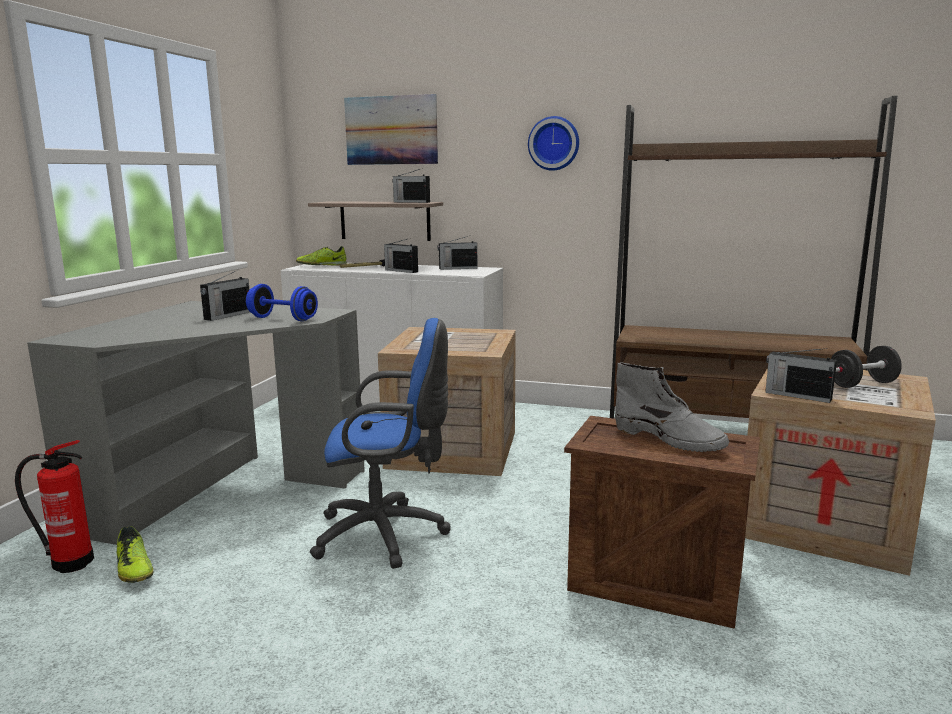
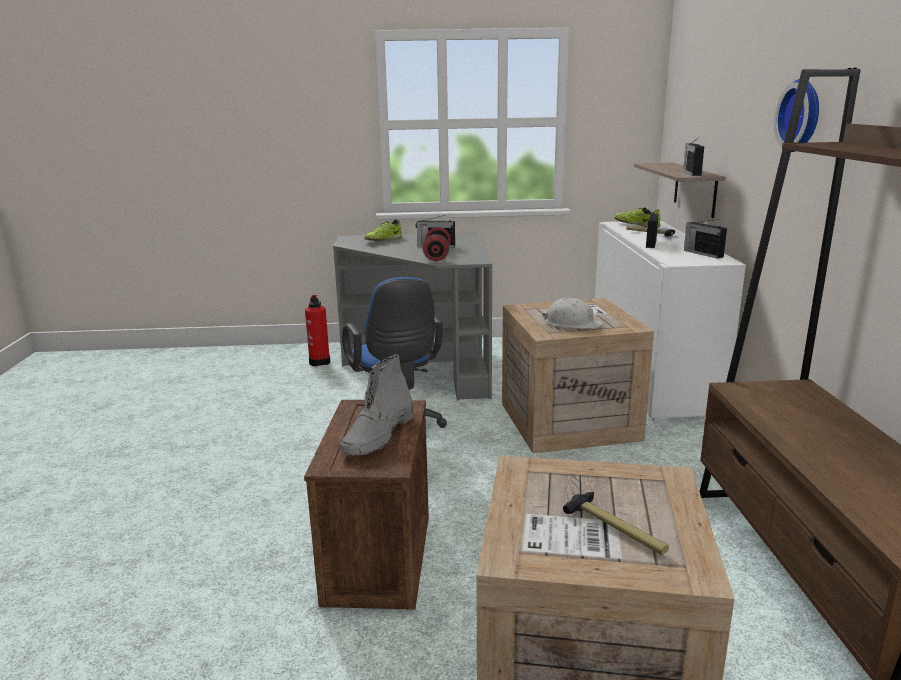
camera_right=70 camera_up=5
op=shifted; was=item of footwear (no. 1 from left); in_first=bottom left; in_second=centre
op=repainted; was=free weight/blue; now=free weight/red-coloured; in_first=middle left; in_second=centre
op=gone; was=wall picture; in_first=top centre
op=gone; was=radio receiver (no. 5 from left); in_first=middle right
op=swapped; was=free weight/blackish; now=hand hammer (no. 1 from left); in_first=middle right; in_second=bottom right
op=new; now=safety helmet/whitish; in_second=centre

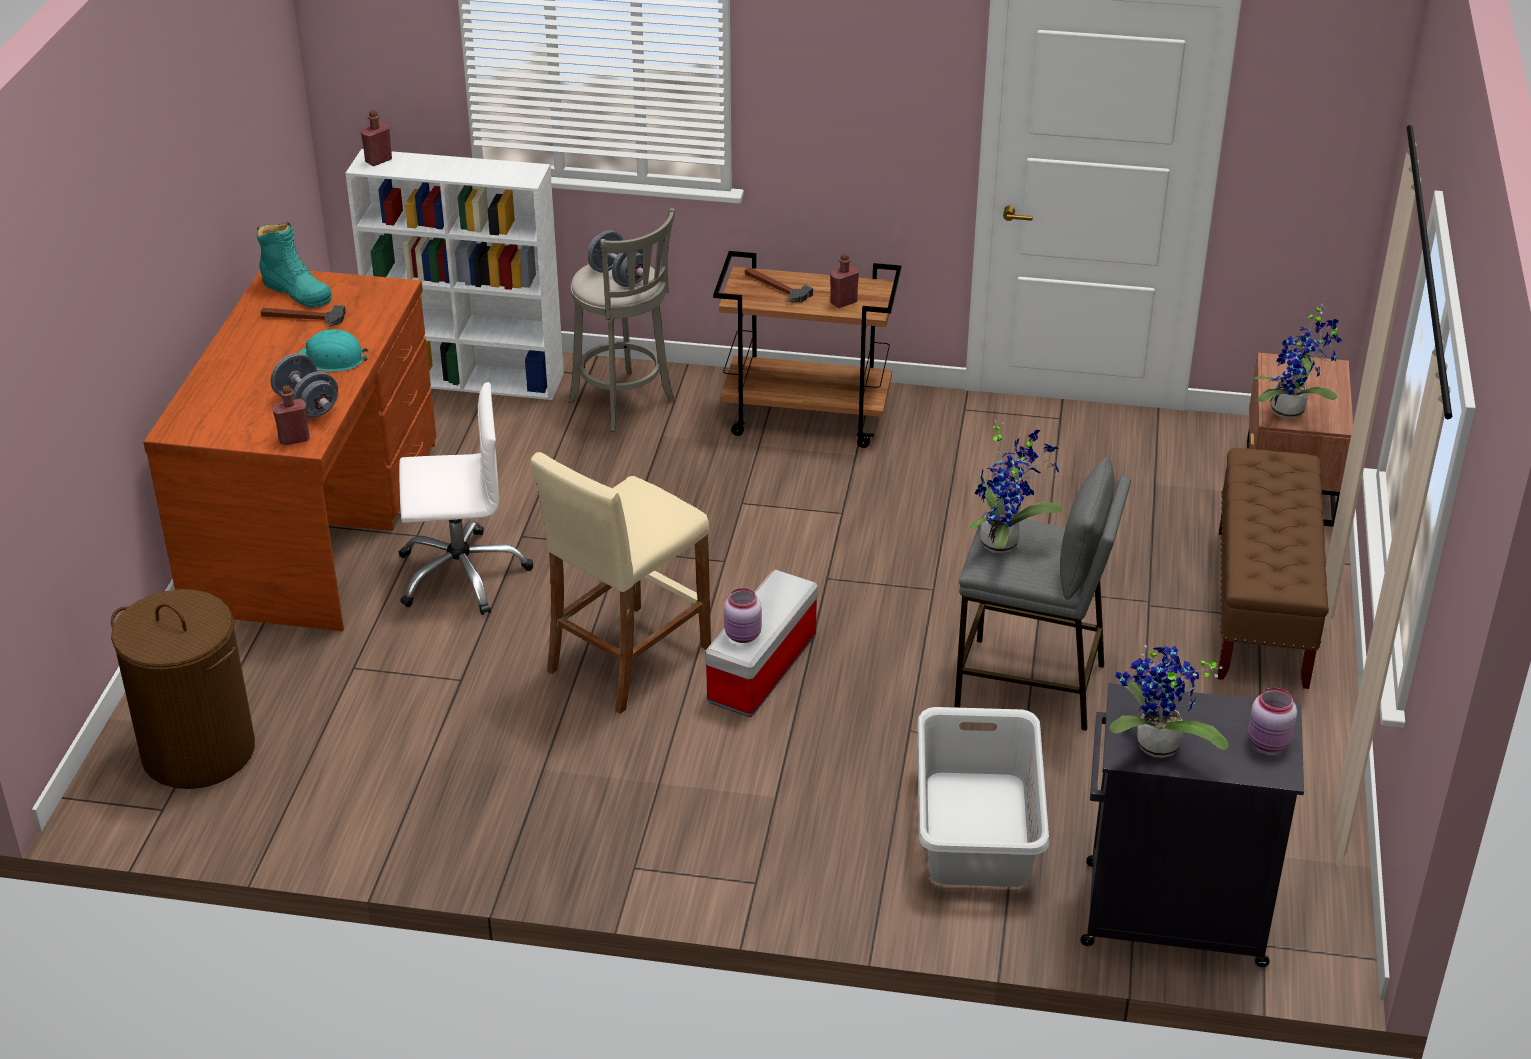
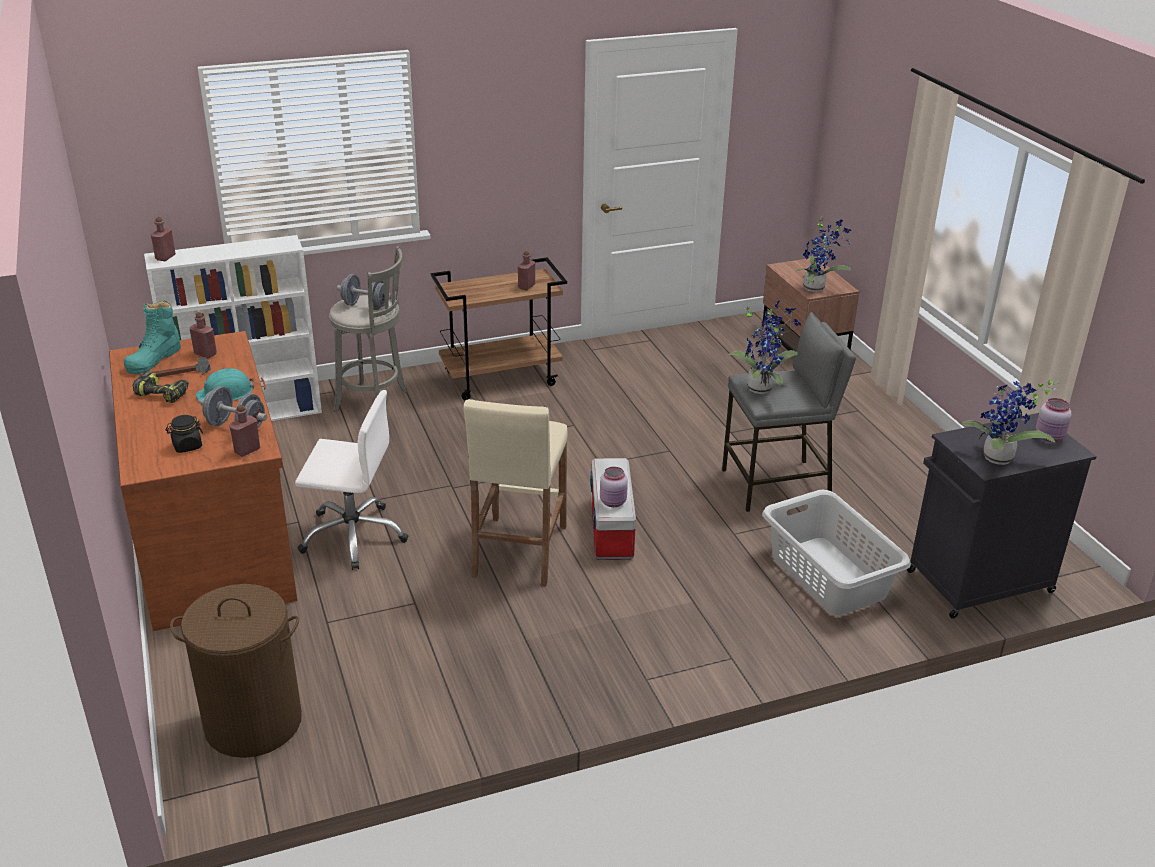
camera_right=-30 camera_up=-5
op=rotated; was=high-top boot/turquoise; in_first=top left; in_second=middle left; clockwise=105
op=rotated; was=computer chair/whitish; in_first=middle left; in_second=middle left; clockwise=45
op=gone; was=hand hammer (no. 2 from left); in_first=top centre
op=gone; was=indoor bench/brown; in_first=middle right
op=new; now=drill; in_second=middle left
op=new; now=jar/blackish; in_second=middle left
op=new; now=drink bottle/red-coloured (no. 2 from left); in_second=middle left

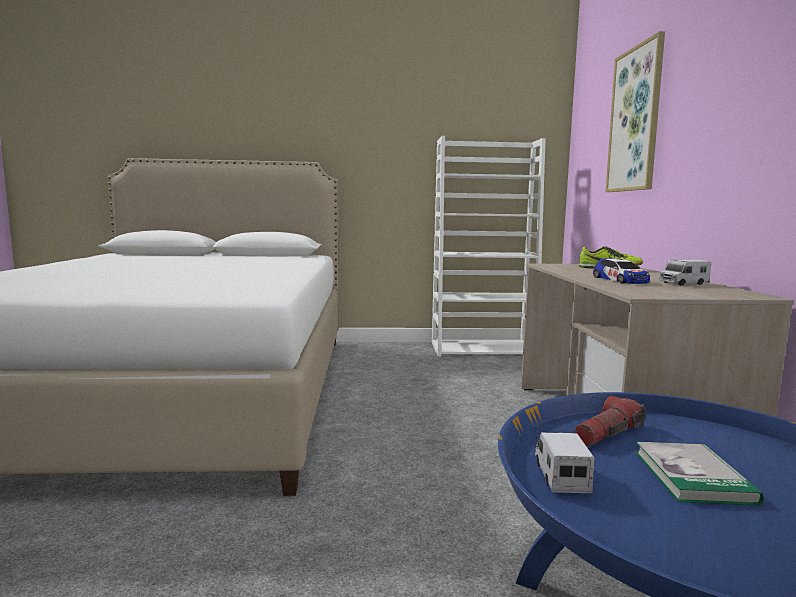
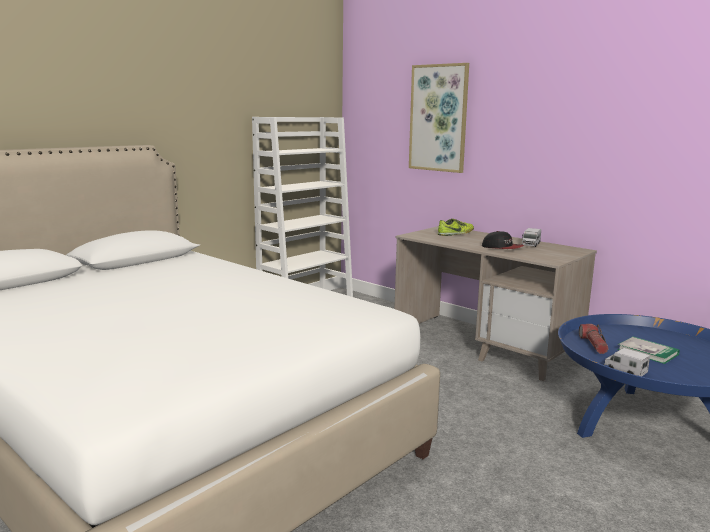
camera_right=-45 camera_up=5
op=swapped; was=toy car; now=baseball cap; in_first=middle right; in_second=middle right

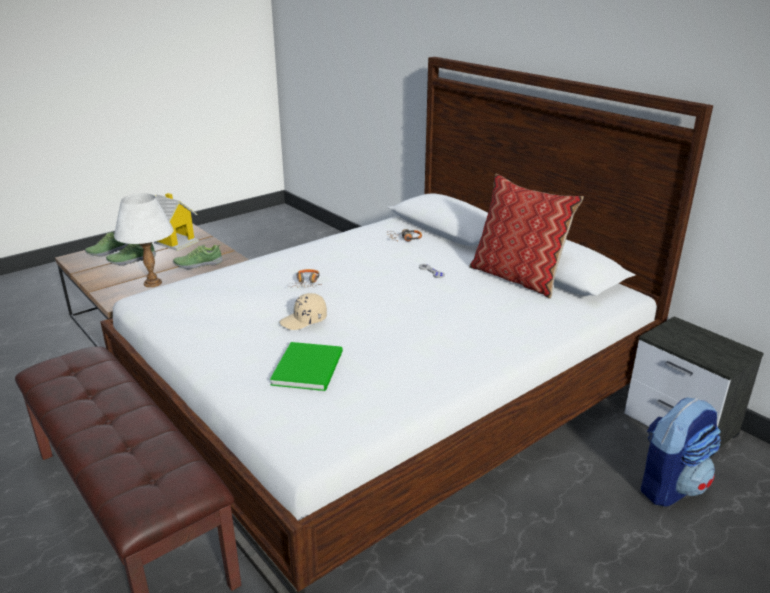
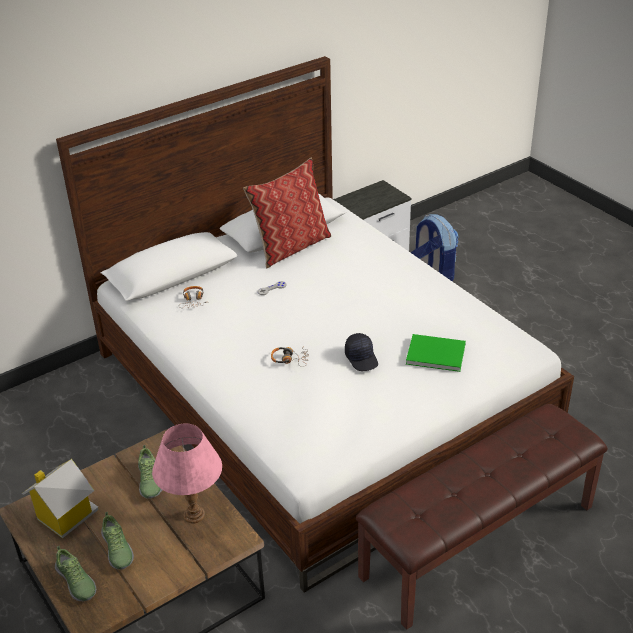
camera_right=-85 camera_up=10
op=repainted; was=table lamp/whitish; now=table lamp/pink; in_first=middle left; in_second=bottom left
op=repainted; was=baseball cap/sand-coloured; now=baseball cap/blackish; in_first=centre; in_second=centre

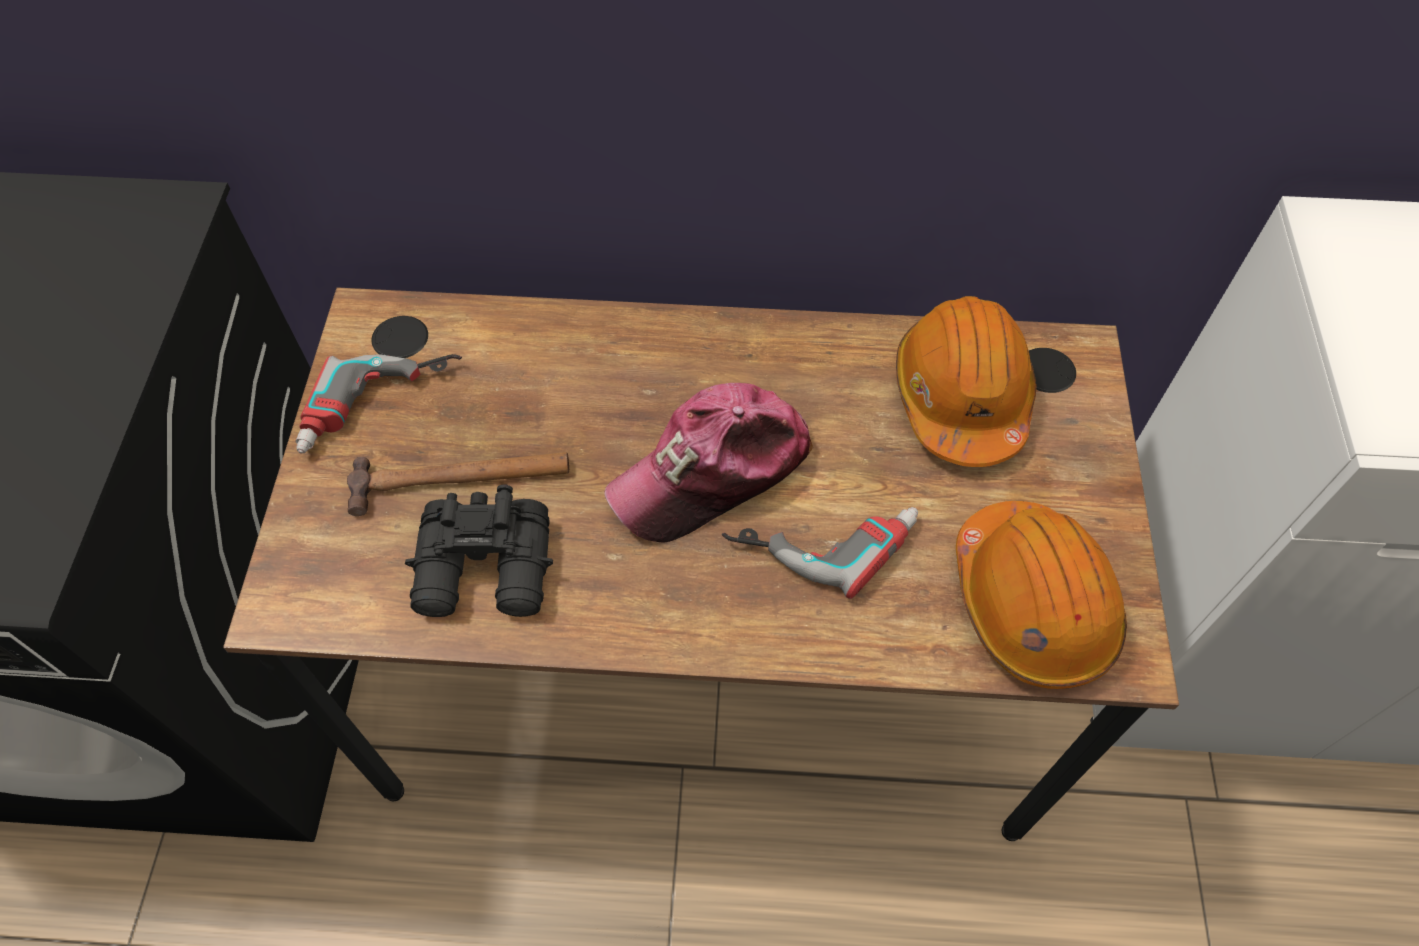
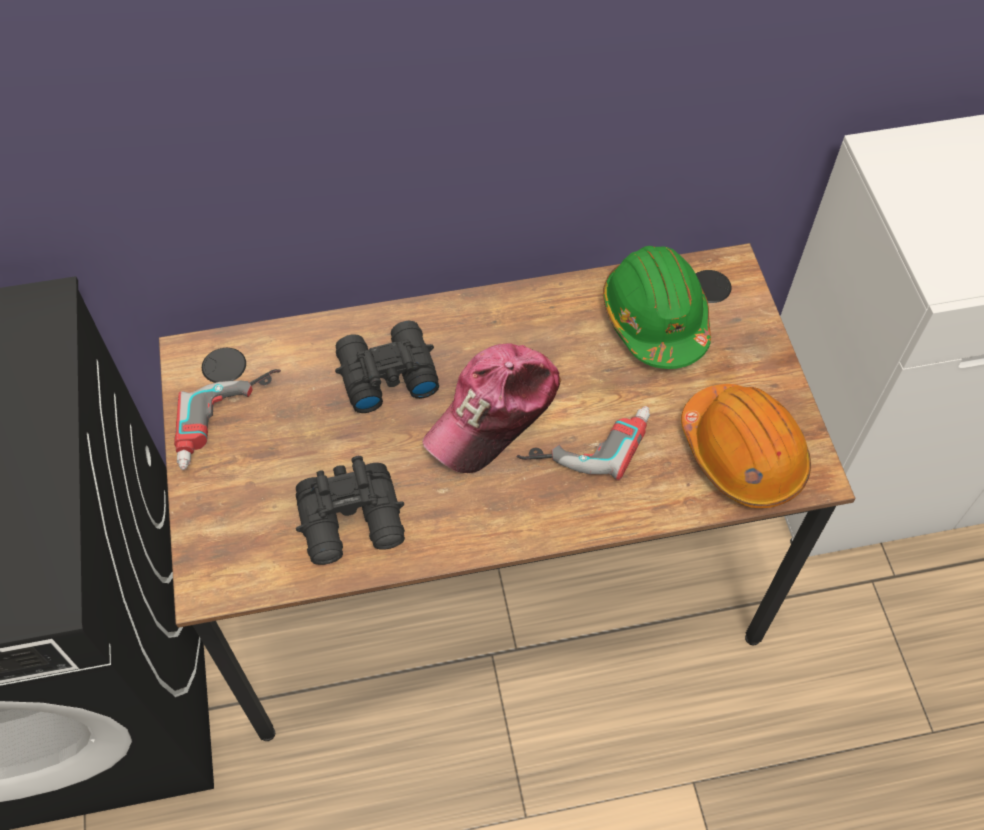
camera_right=-15 camera_up=0
op=gone; was=hand hammer; in_first=middle left
op=repainted; was=safety helmet/orangey (no. 1 from left); now=safety helmet/greenish; in_first=middle right; in_second=middle right
op=new; now=field glasses/blackish (no. 2 from left); in_second=centre

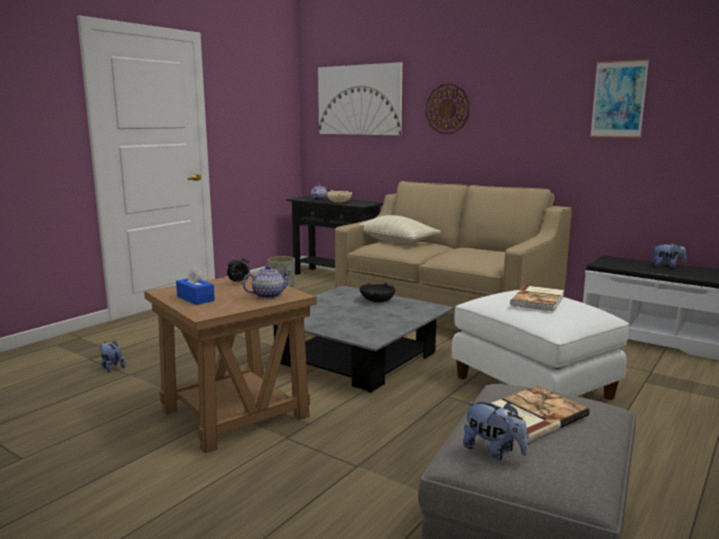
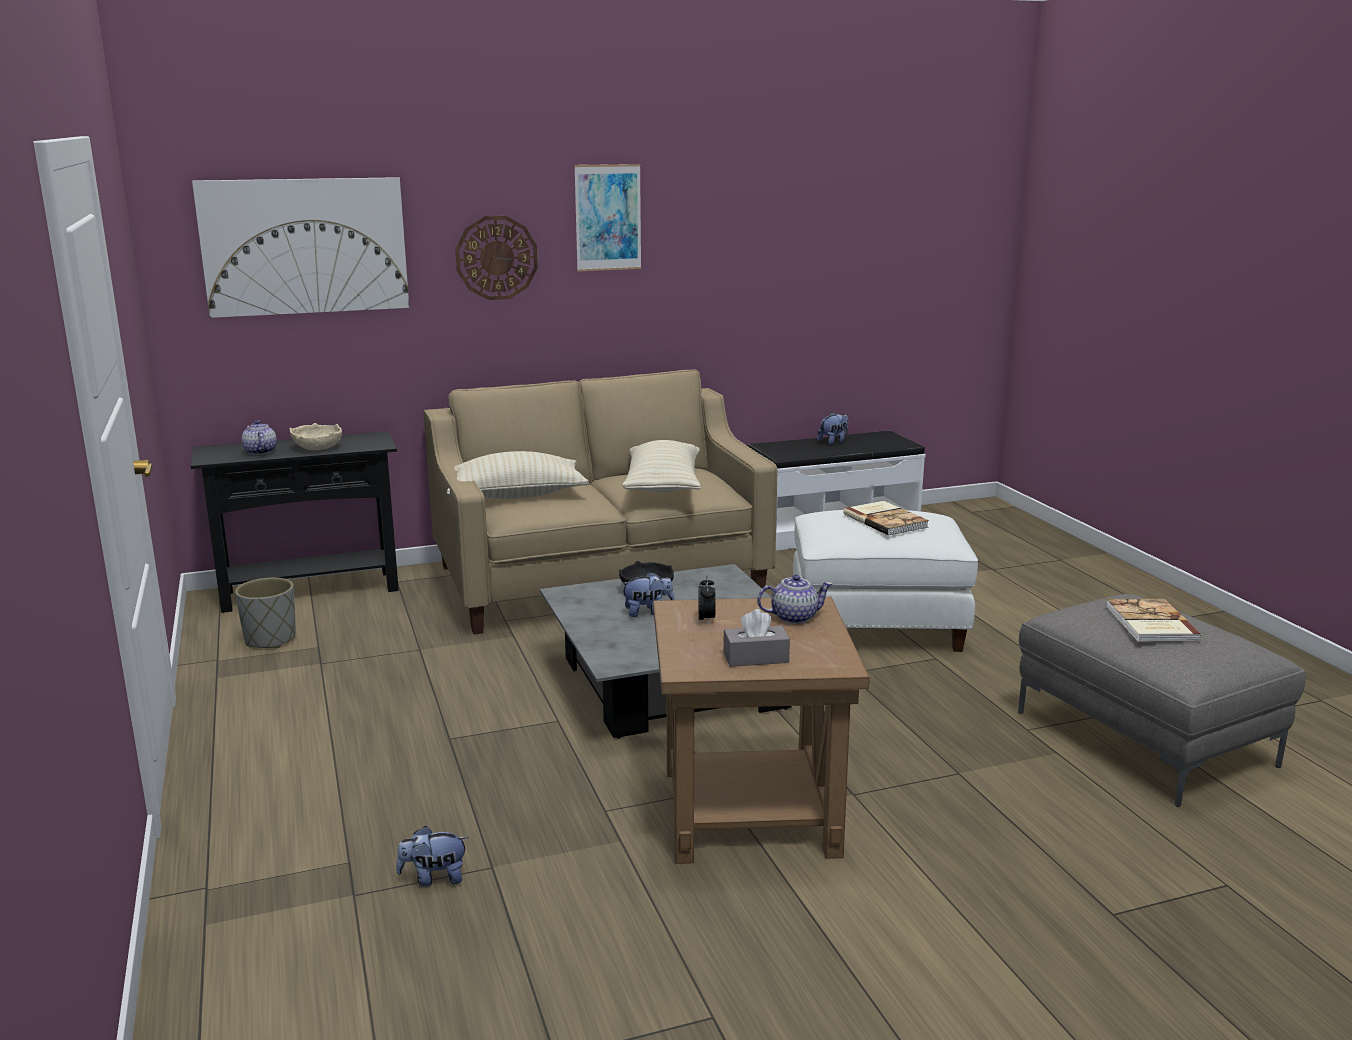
camera_right=-55 camera_up=5
op=repainted; was=tissue box/blue; now=tissue box/grey; in_first=middle left; in_second=centre
op=rotated; was=tea pot (no. 1 from left in the first image); in_first=centre; in_second=centre; clockwise=75
op=shifted; was=plush toy (no. 2 from left); in_first=bottom right; in_second=centre
op=shifted; was=wall picture (no. 2 from left); in_first=top right; in_second=top centre
op=new; now=throw pillow/sand-coloured (no. 2 from left); in_second=centre

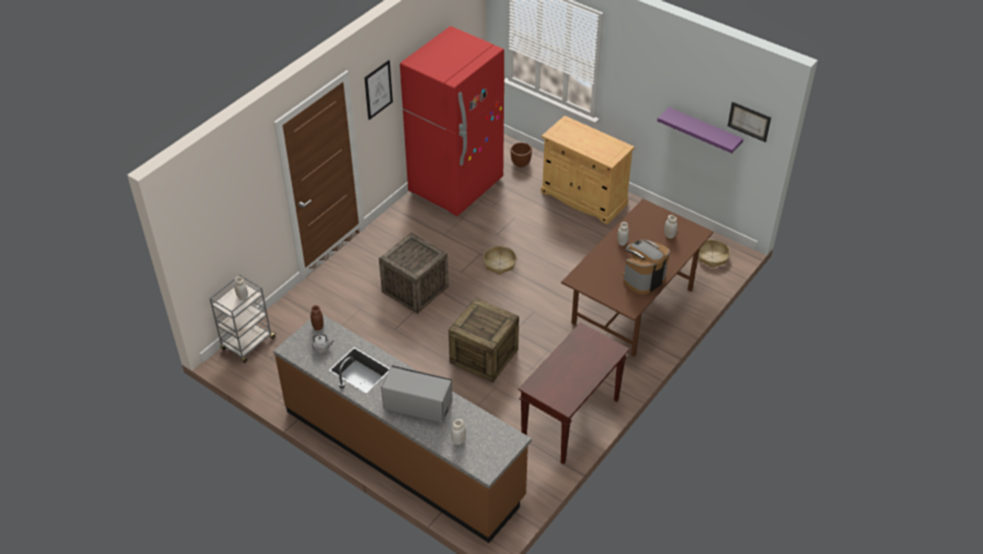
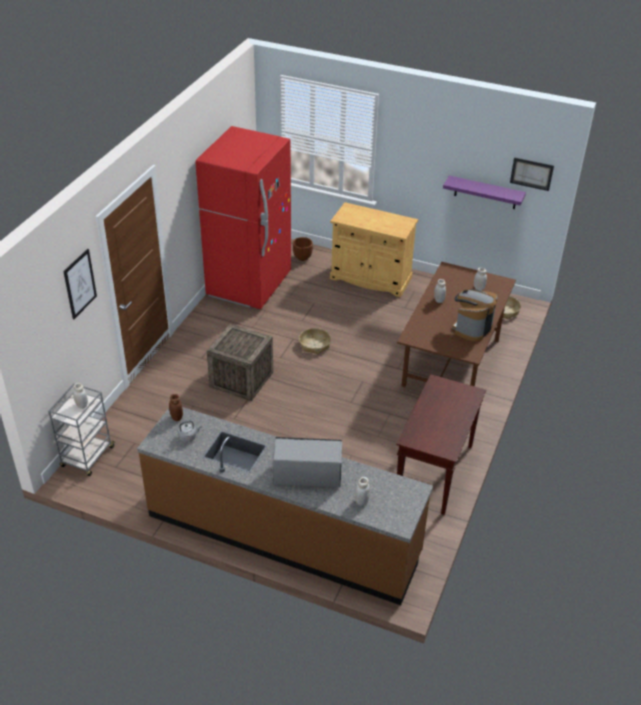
camera_right=-15 camera_up=-5
op=shifted; was=wall picture (no. 1 from left); in_first=top centre; in_second=middle left
op=gone; was=shipping crate (no. 2 from left); in_first=centre

